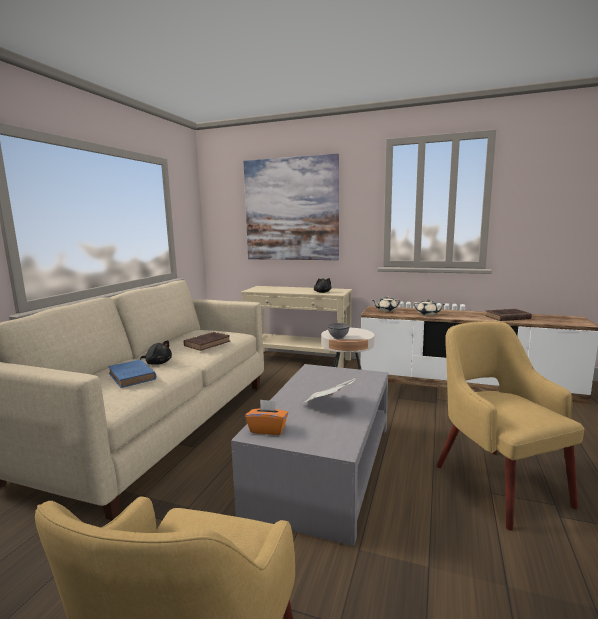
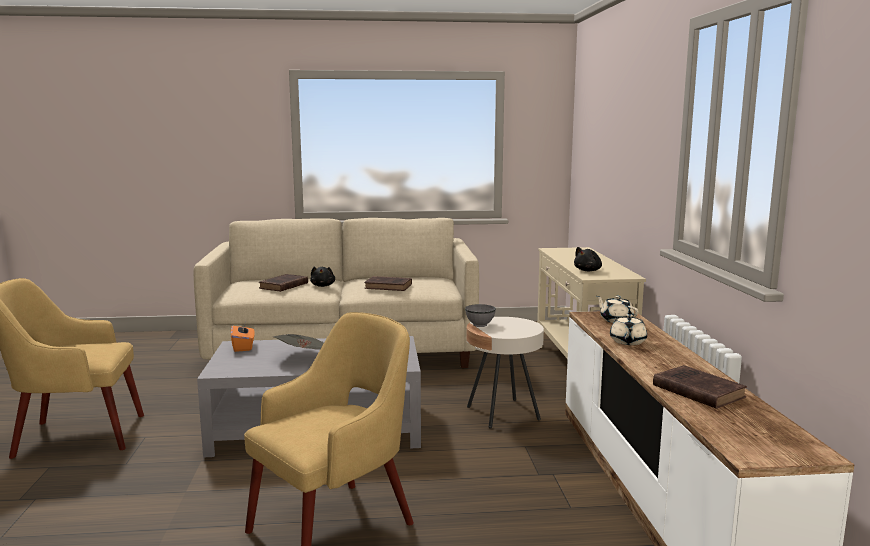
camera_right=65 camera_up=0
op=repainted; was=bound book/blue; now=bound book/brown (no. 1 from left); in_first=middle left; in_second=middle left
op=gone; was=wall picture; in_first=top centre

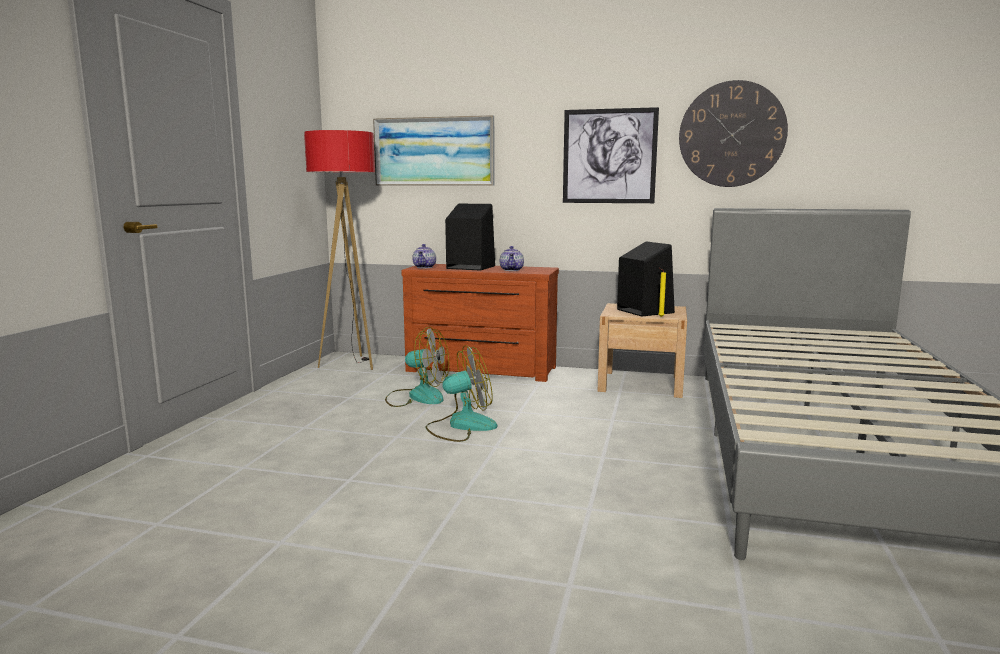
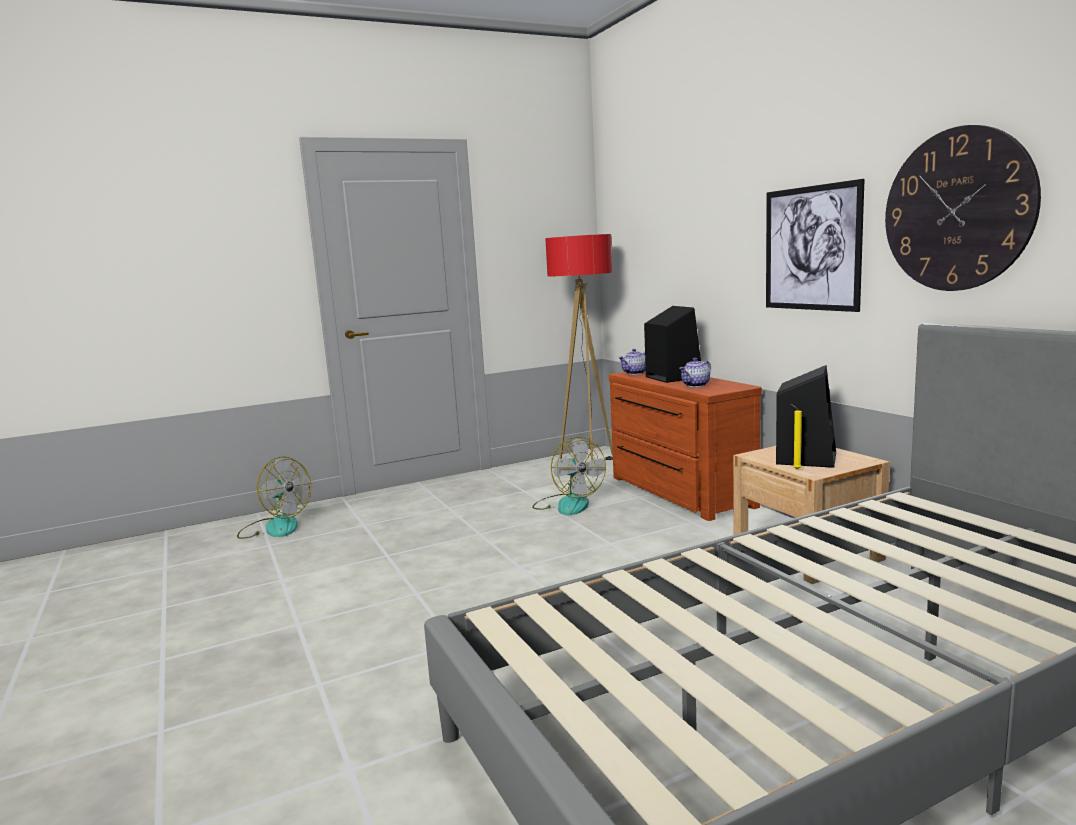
camera_right=50 camera_up=0
op=gone; was=wall picture (no. 1 from left); in_first=top centre
op=shifted; was=cooling fan (no. 2 from left in the first image); now=cooling fan (no. 1 from left); in_first=centre; in_second=middle left

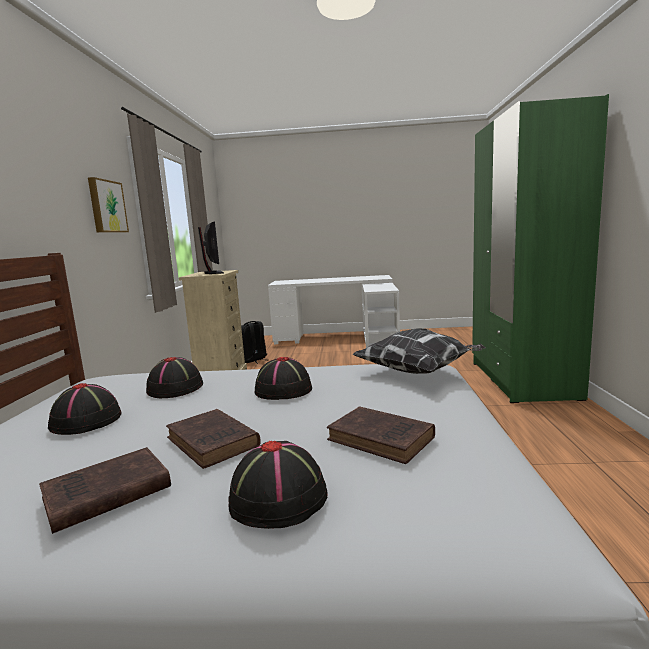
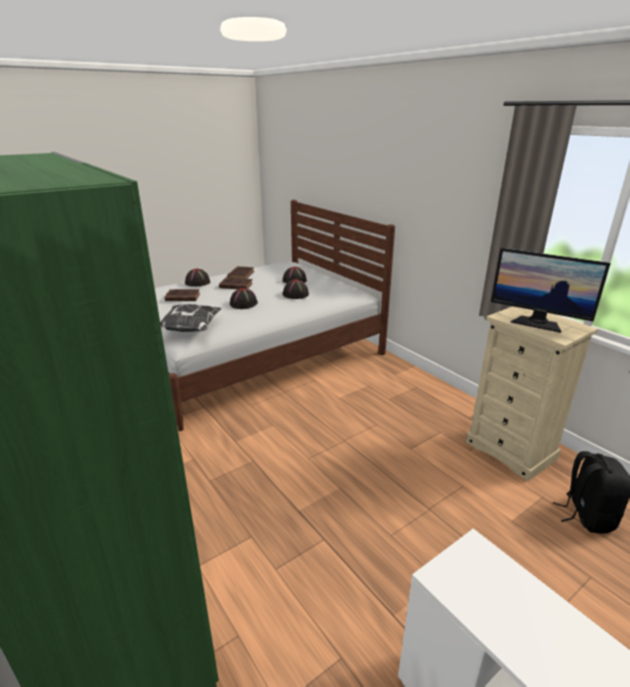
camera_right=140 camera_up=15
op=gone; was=wall picture; in_first=top left

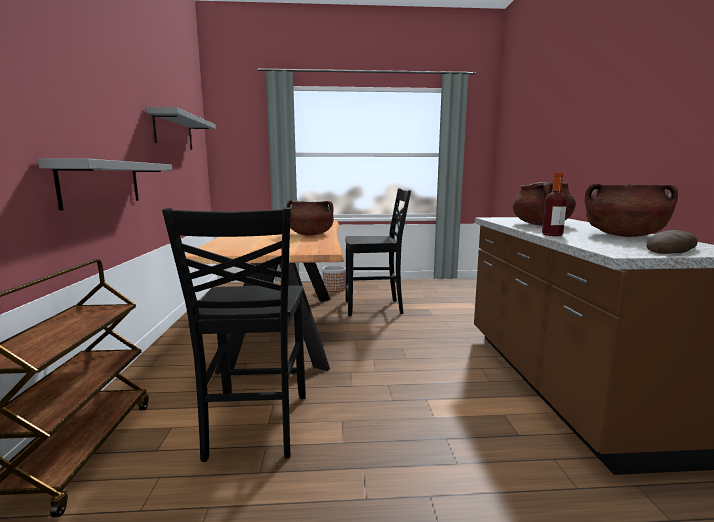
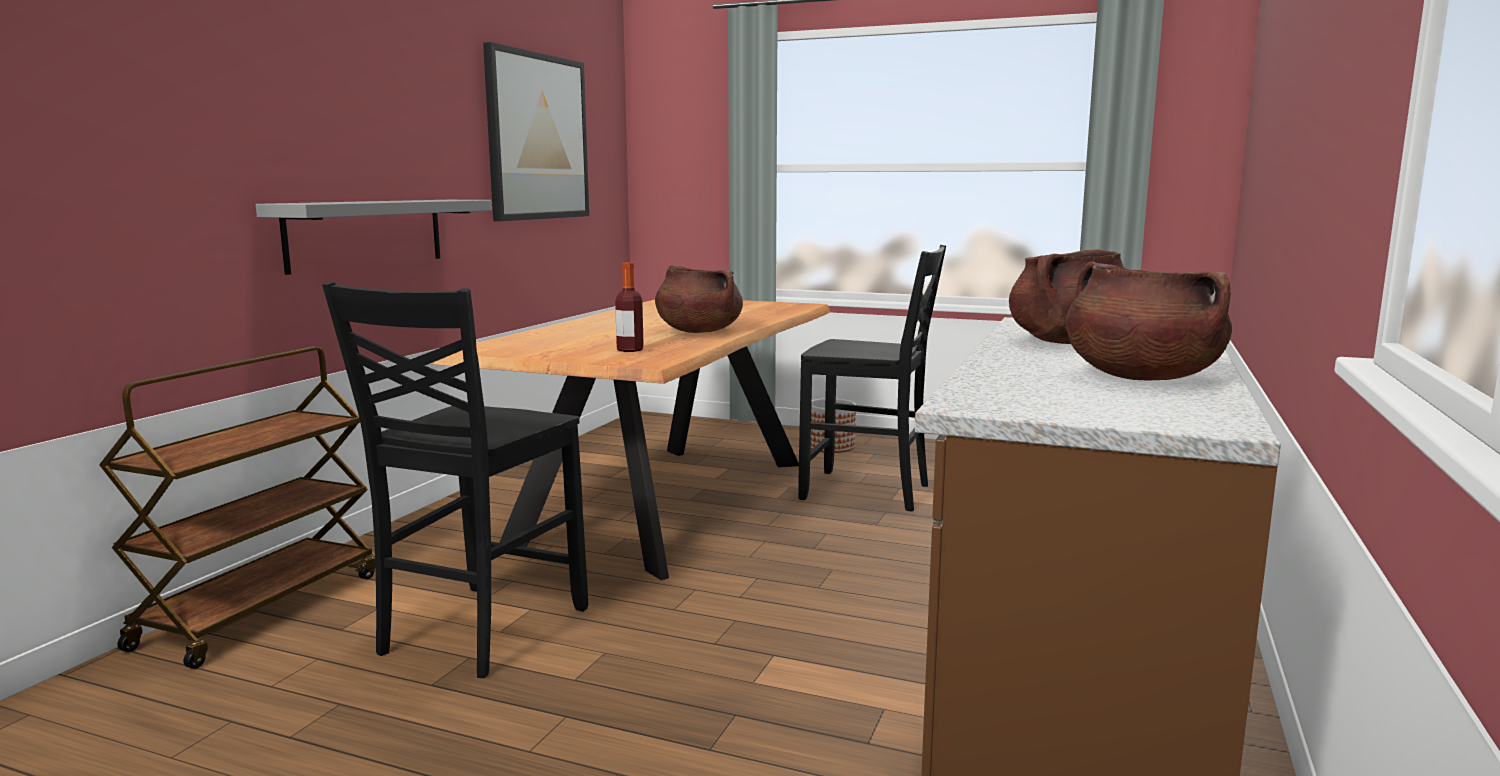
camera_right=25 camera_up=0
op=swapped; was=wall shelf/grey (no. 2 from left); now=wall picture; in_first=top left; in_second=top centre
op=shifted; was=drink bottle; in_first=middle right; in_second=centre
op=gone; was=baked bread; in_first=middle right

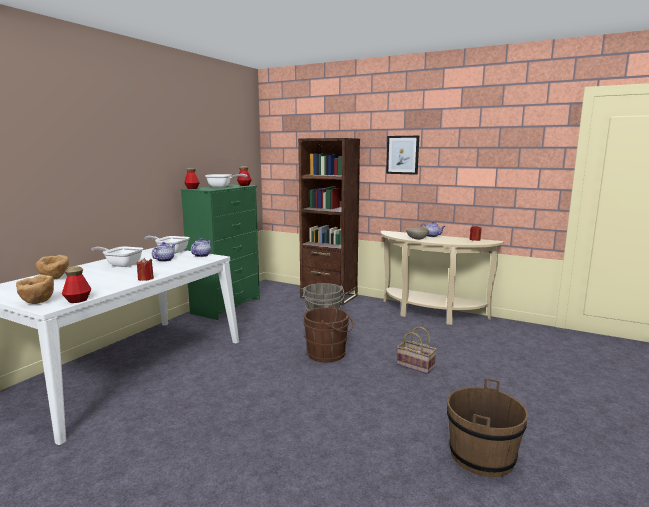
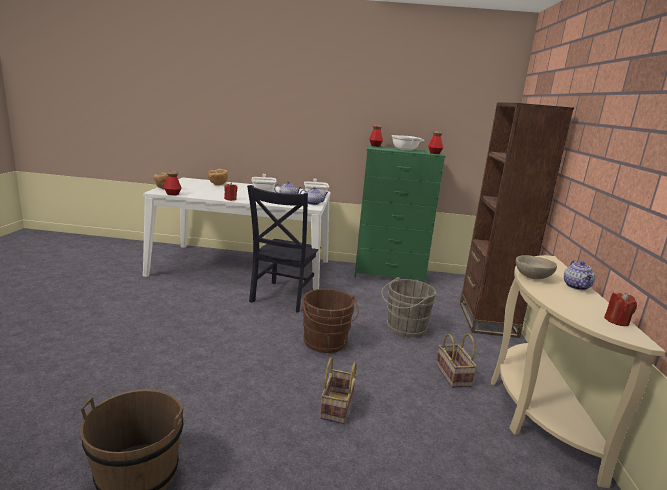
camera_right=65 camera_up=5
op=gone; was=wall picture; in_first=top centre
op=new; now=plain chair/blackish; in_second=centre
op=new; now=household basket (no. 2 from left); in_second=bottom right

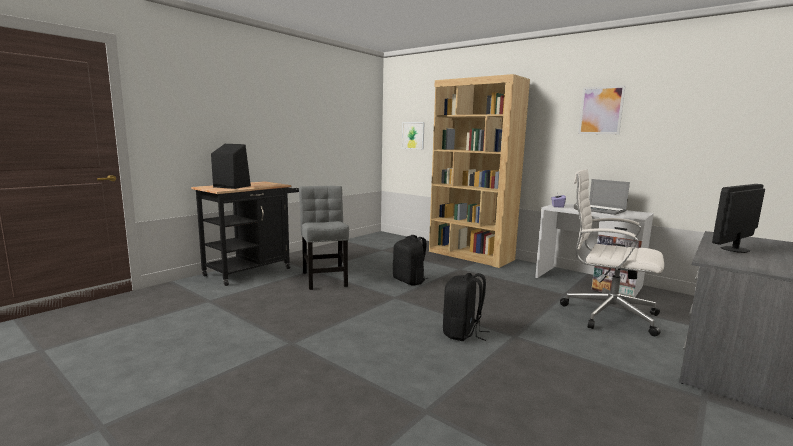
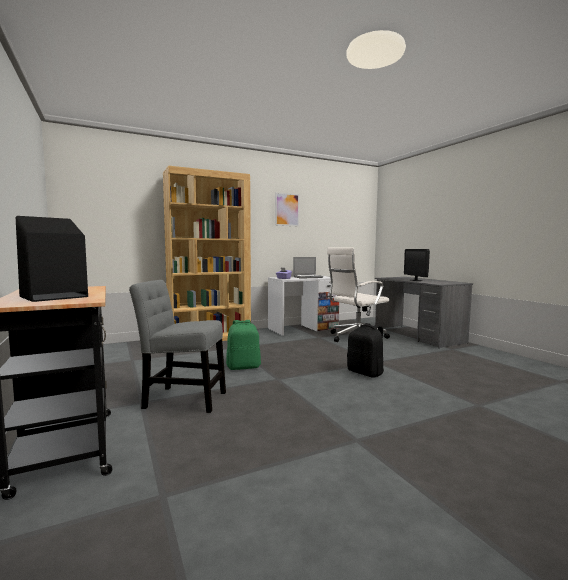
camera_right=-65 camera_up=-5
op=repainted; was=backpack/blackish (no. 1 from left); now=backpack/greenish; in_first=centre; in_second=centre
op=gone; was=wall picture (no. 1 from left); in_first=top centre

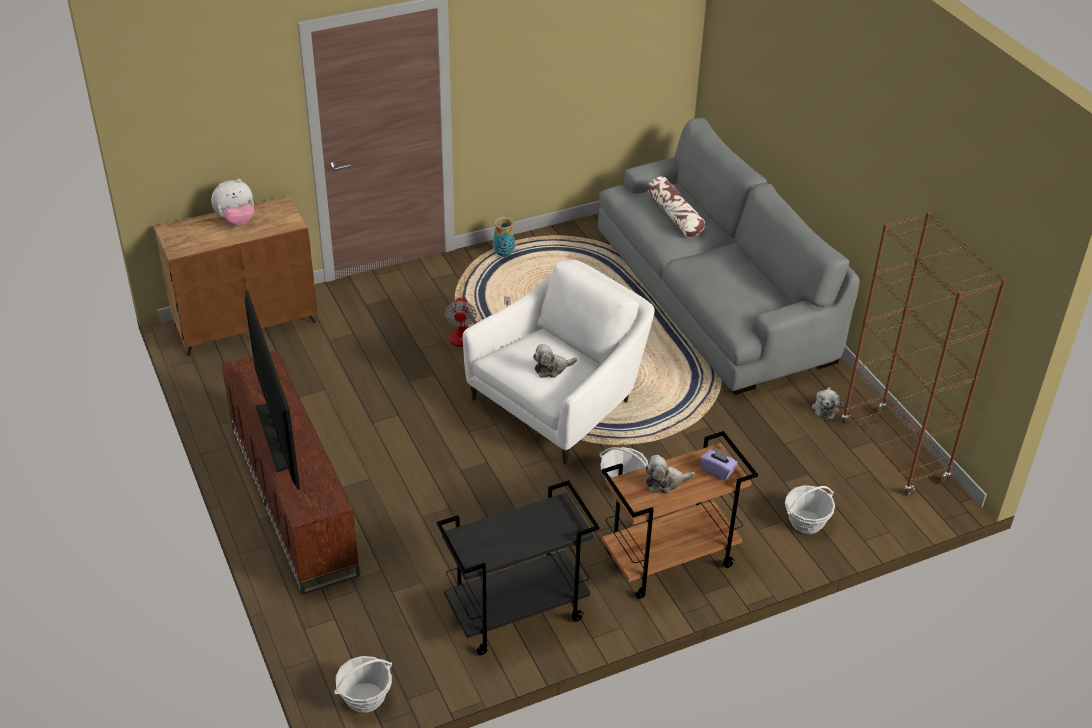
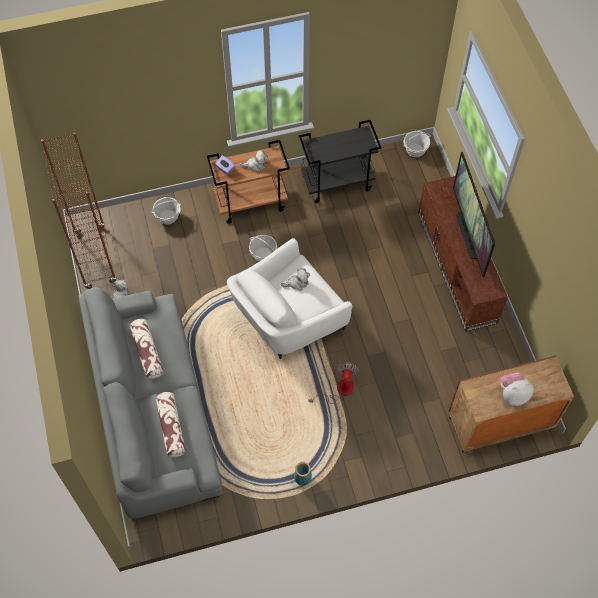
camera_right=-170 camera_up=20
op=new; now=throw pillow (no. 1 from left); in_second=middle left

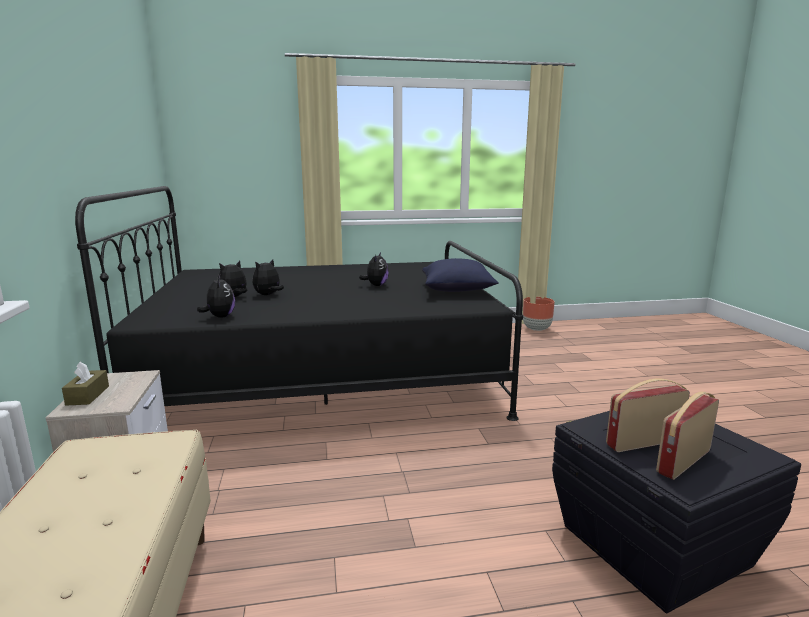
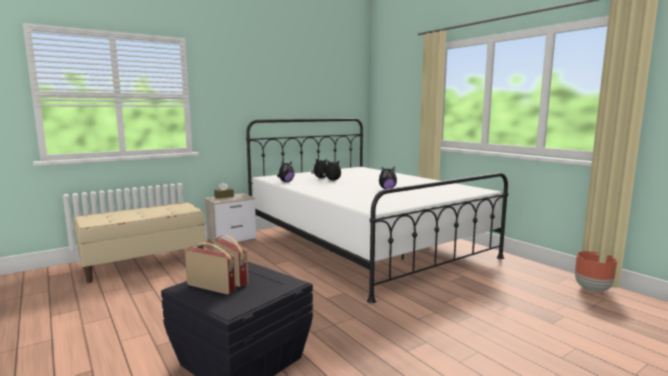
camera_right=65 camera_up=-5
op=repainted; was=sleeping bed/blackish; now=sleeping bed/whitish; in_first=centre; in_second=centre
op=gone; was=throw pillow/blue; in_first=centre

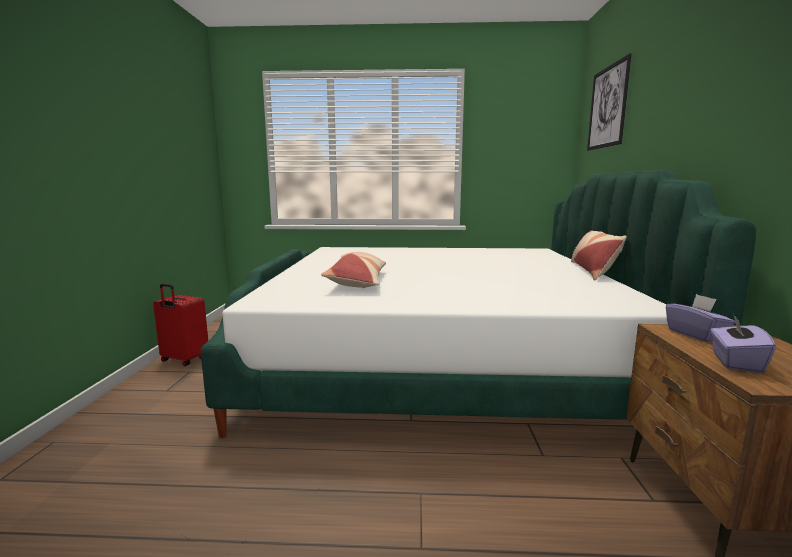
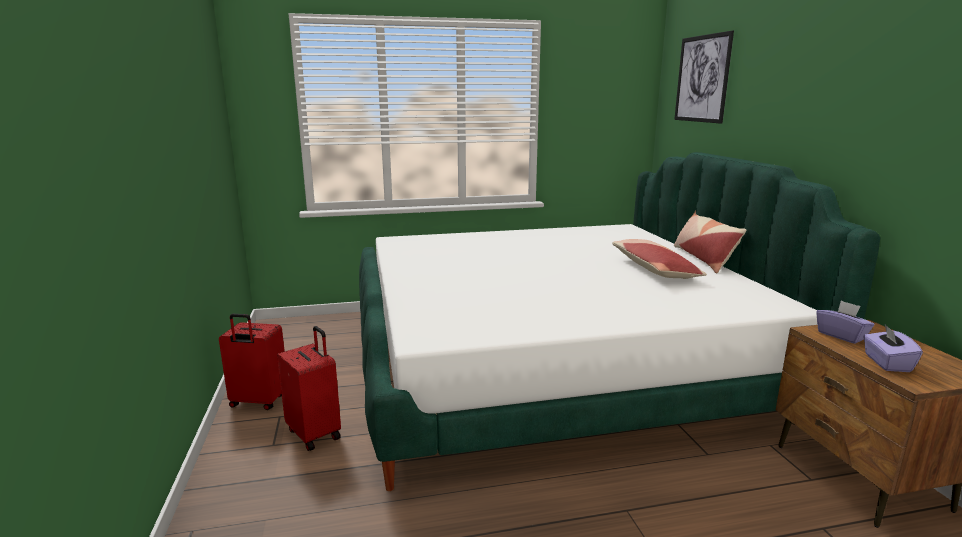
camera_right=-15 camera_up=5
op=shifted; was=throw pillow (no. 1 from left); in_first=centre; in_second=middle right
op=new; now=piece of luggage/red-coloured (no. 2 from left); in_second=bottom left

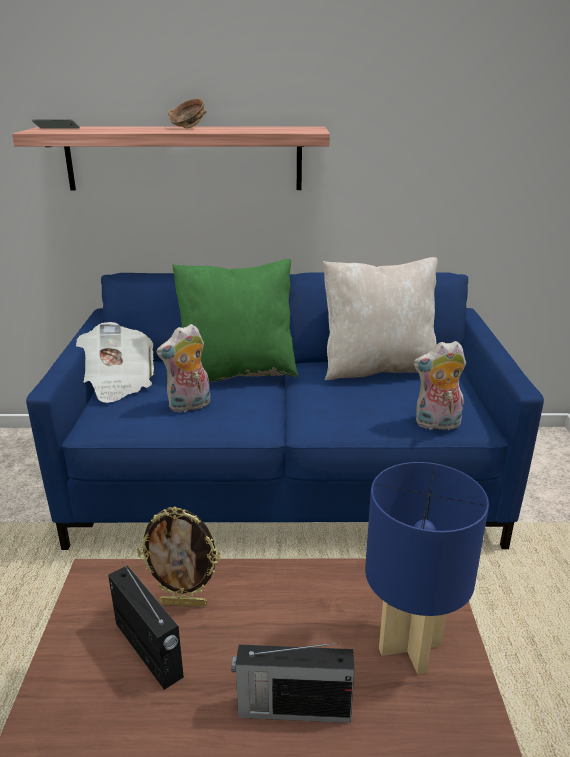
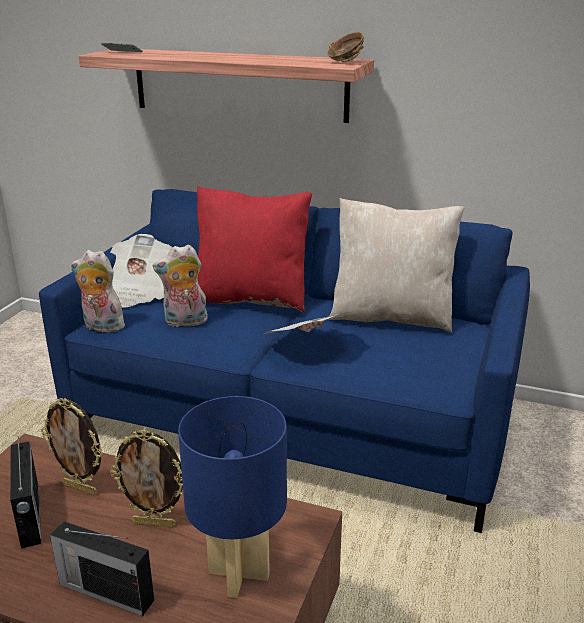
camera_right=20 camera_up=0
op=shifted; was=deep dish; in_first=top left; in_second=top centre
op=repainted; was=throw pillow/greenish; now=throw pillow/red-coloured; in_first=centre; in_second=centre
op=shifted; was=plush toy (no. 2 from left in the first image); now=plush toy (no. 1 from left); in_first=middle right; in_second=middle left
op=new; now=photo frame (no. 2 from left); in_second=bottom left
op=new; now=daily paper (no. 2 from left); in_second=centre

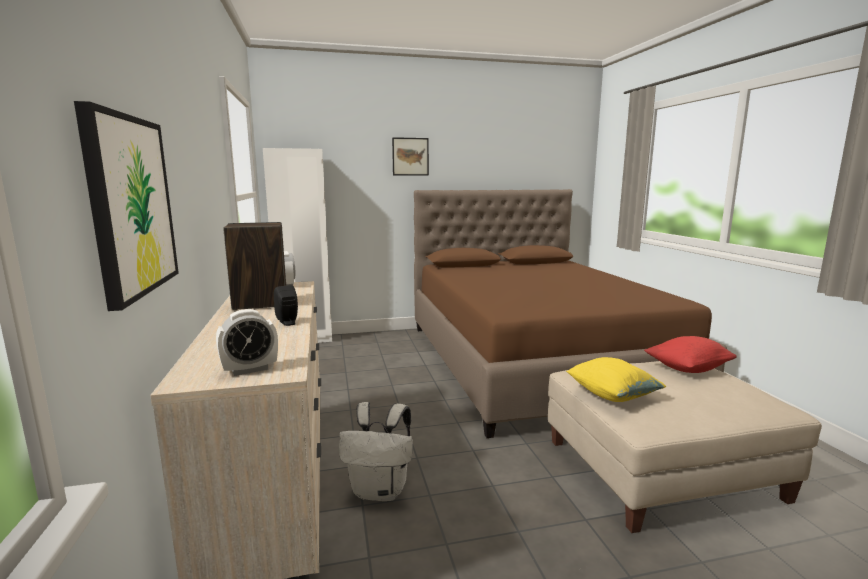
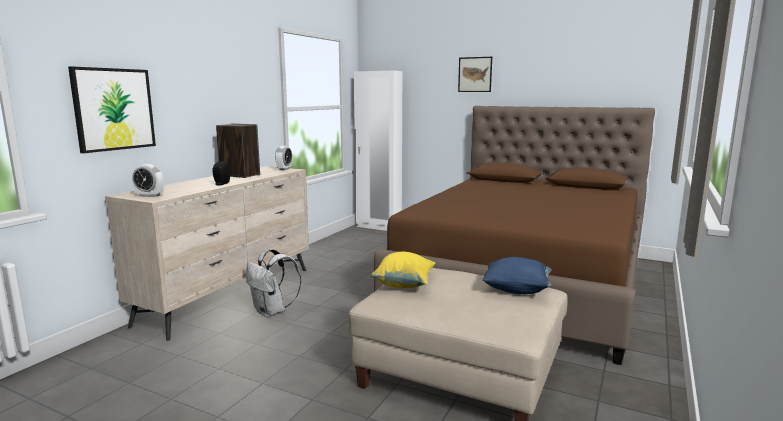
camera_right=40 camera_up=0
op=repainted; was=throw pillow/red-coloured; now=throw pillow/blue; in_first=middle right; in_second=centre

